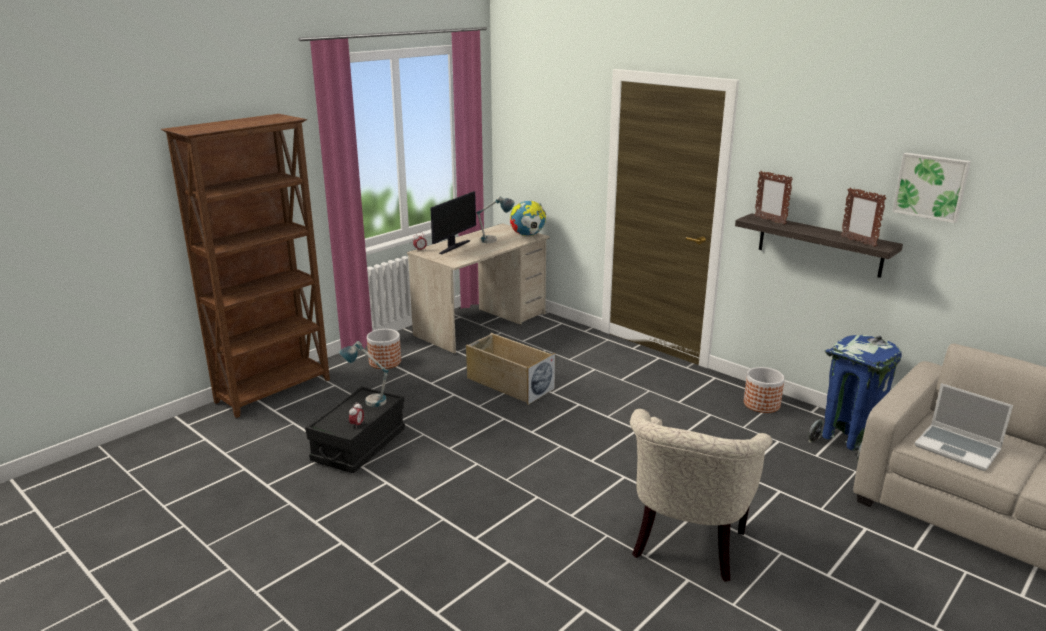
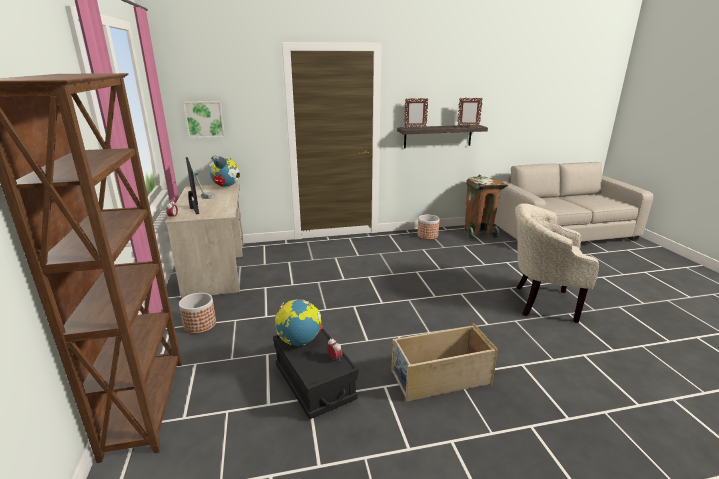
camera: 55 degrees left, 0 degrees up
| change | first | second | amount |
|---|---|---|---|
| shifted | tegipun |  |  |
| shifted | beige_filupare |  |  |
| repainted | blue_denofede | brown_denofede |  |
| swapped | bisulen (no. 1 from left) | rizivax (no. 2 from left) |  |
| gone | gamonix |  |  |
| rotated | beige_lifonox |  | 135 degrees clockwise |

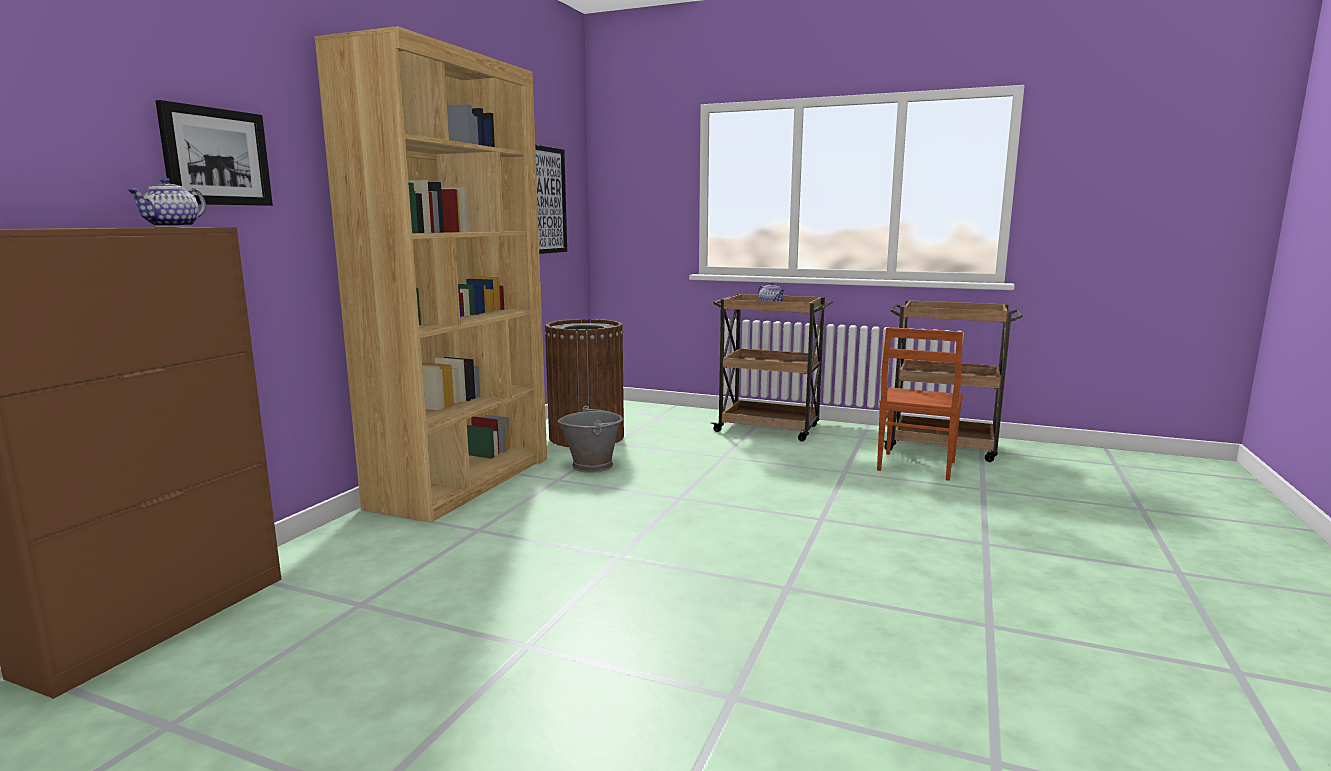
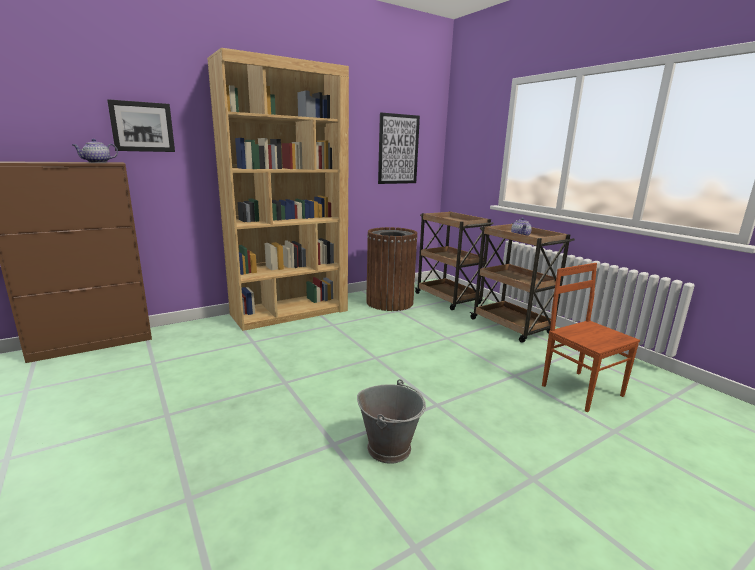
camera: 35 degrees right, 5 degrees up
| change | first | second | amount |
|---|---|---|---|
| shifted | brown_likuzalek (no. 2 from left in the first image) | brown_likuzalek (no. 1 from left) |  |
| rotated | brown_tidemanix |  | 90 degrees clockwise |
| shifted | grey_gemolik |  |  |

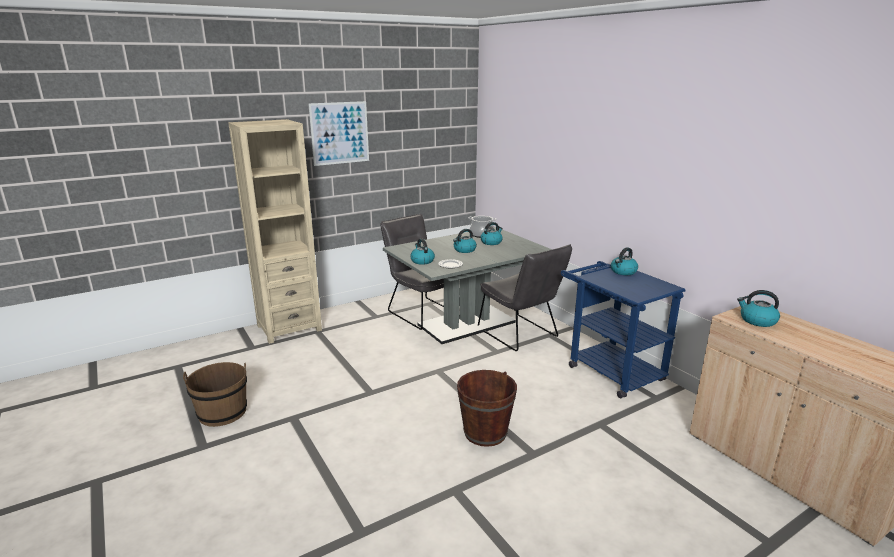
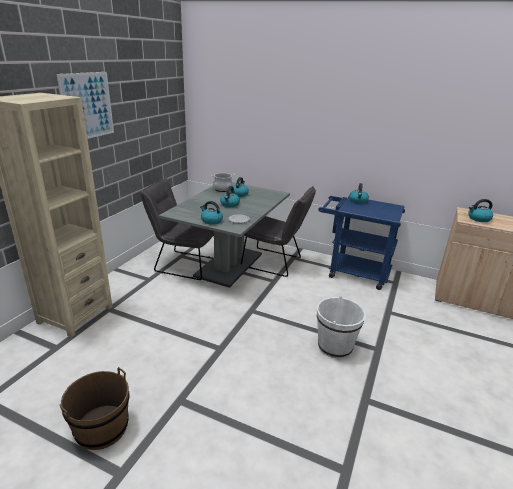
camera: 35 degrees left, 5 degrees up
| change | first | second | amount |
|---|---|---|---|
| repainted | brown_gemolik (no. 2 from left) | white_gemolik |  |

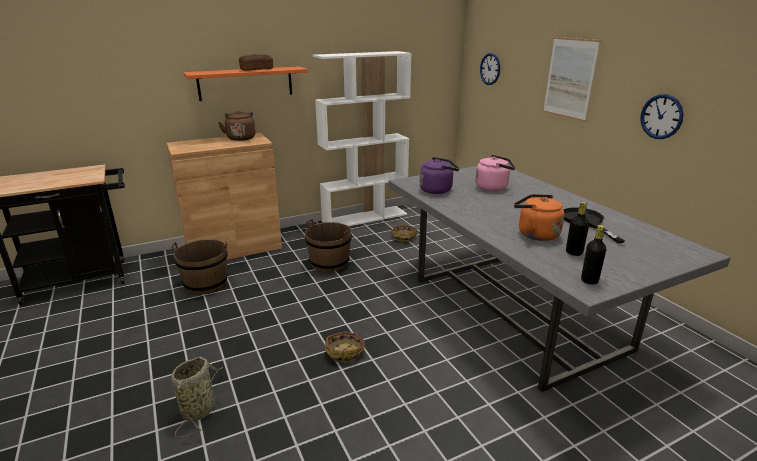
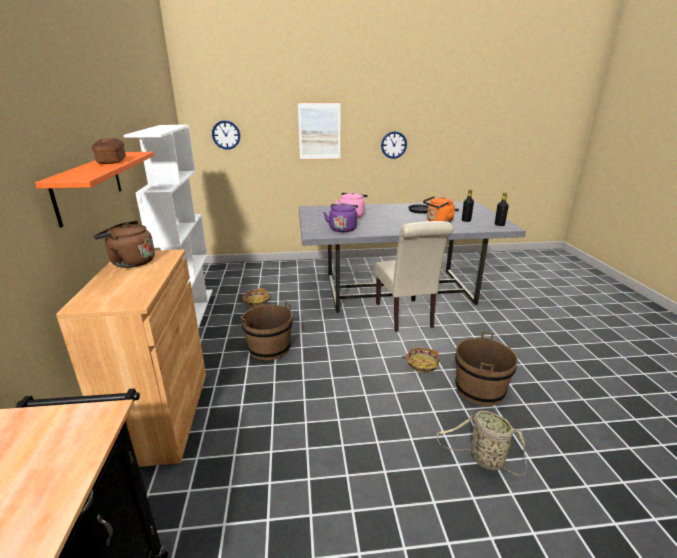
camera: 70 degrees left, 0 degrees up
| change | first | second | amount |
|---|---|---|---|
| shifted | brown_gemolik (no. 1 from left in the first image) | brown_gemolik (no. 2 from left) |  |
| new |  | beige_tidemanix |  |

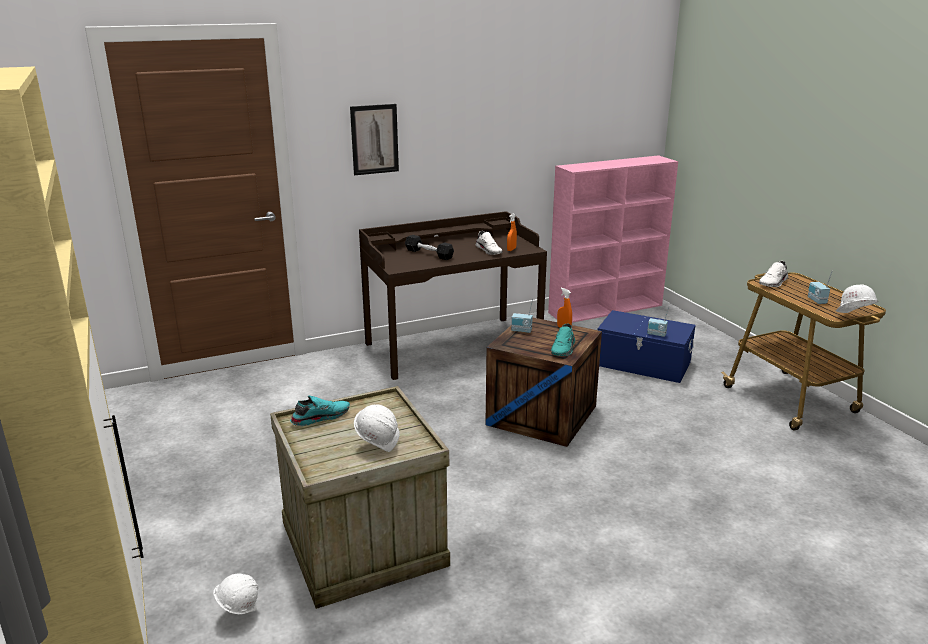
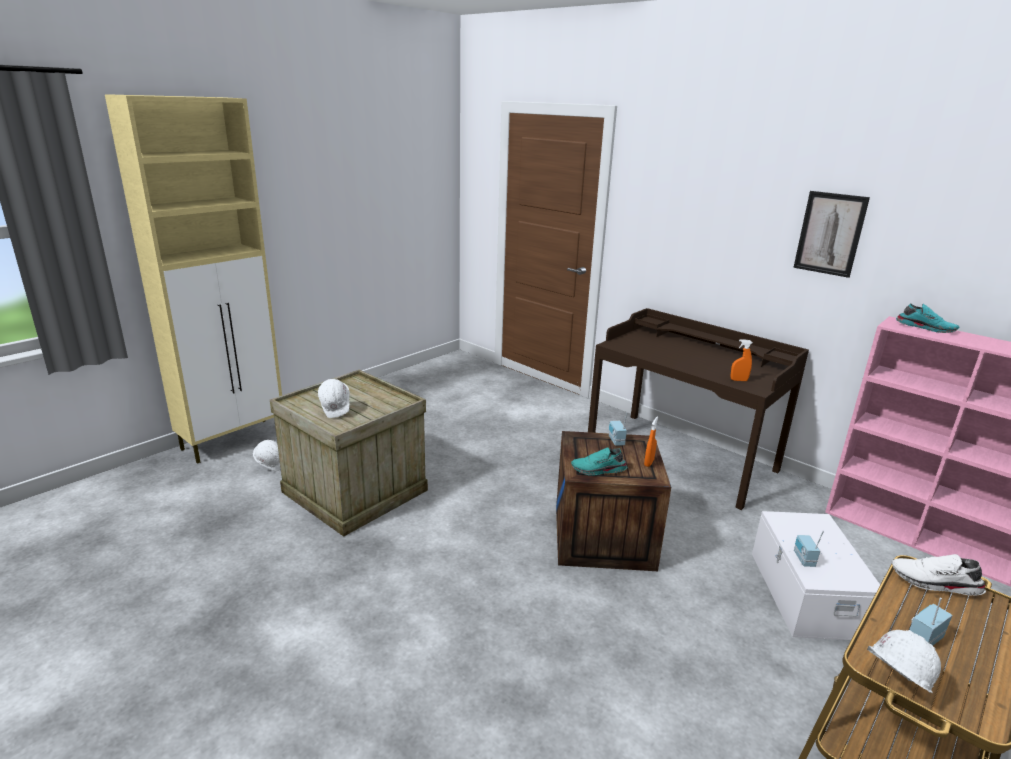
camera: 65 degrees right, 0 degrees up
| change | first | second | amount |
|---|---|---|---|
| shifted | tegipun |  |  |
| gone | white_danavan (no. 1 from left) |  |  |
| gone | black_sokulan |  |  |
| repainted | blue_filupare | white_filupare |  |
| shifted | turquoise_danavan (no. 1 from left in the first image) | turquoise_danavan (no. 2 from left) |  |

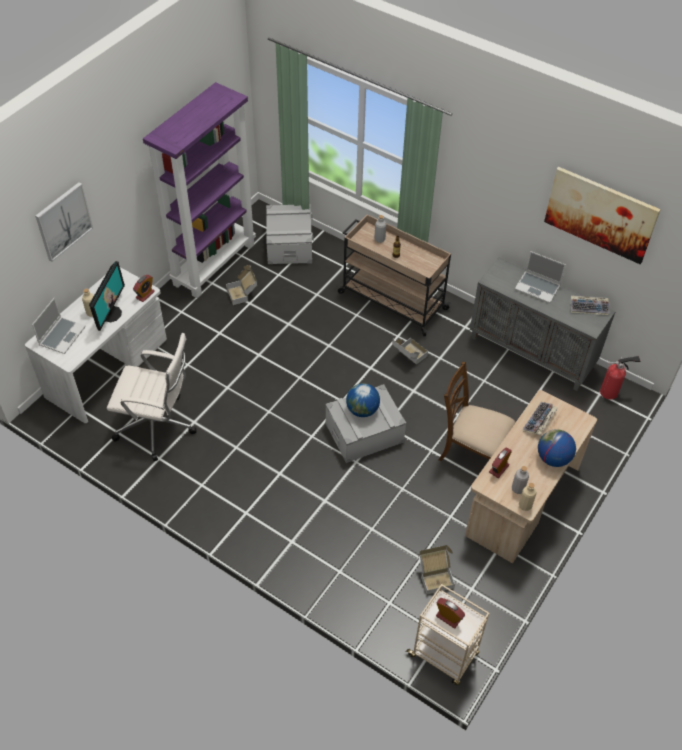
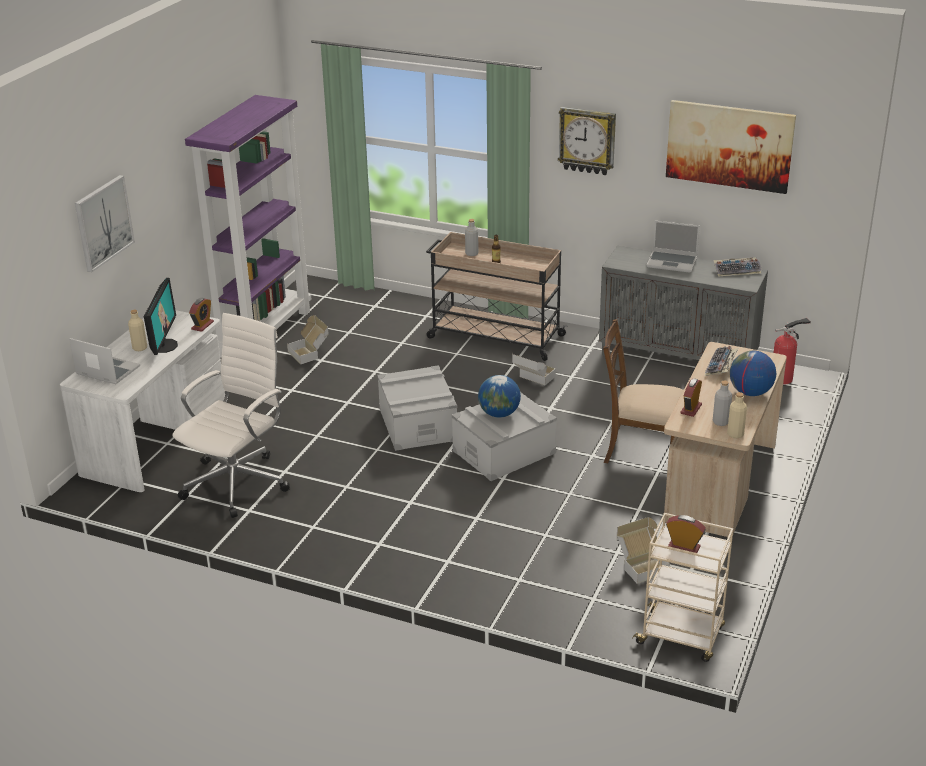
camera: 10 degrees left, 20 degrees down
| change | first | second | amount |
|---|---|---|---|
| shifted | grey_filupare (no. 1 from left) |  |  |
| rotated | gamonix (no. 1 from left) |  | 75 degrees counterclockwise |
| rotated | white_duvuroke |  | 60 degrees counterclockwise |
| new |  | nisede |  |

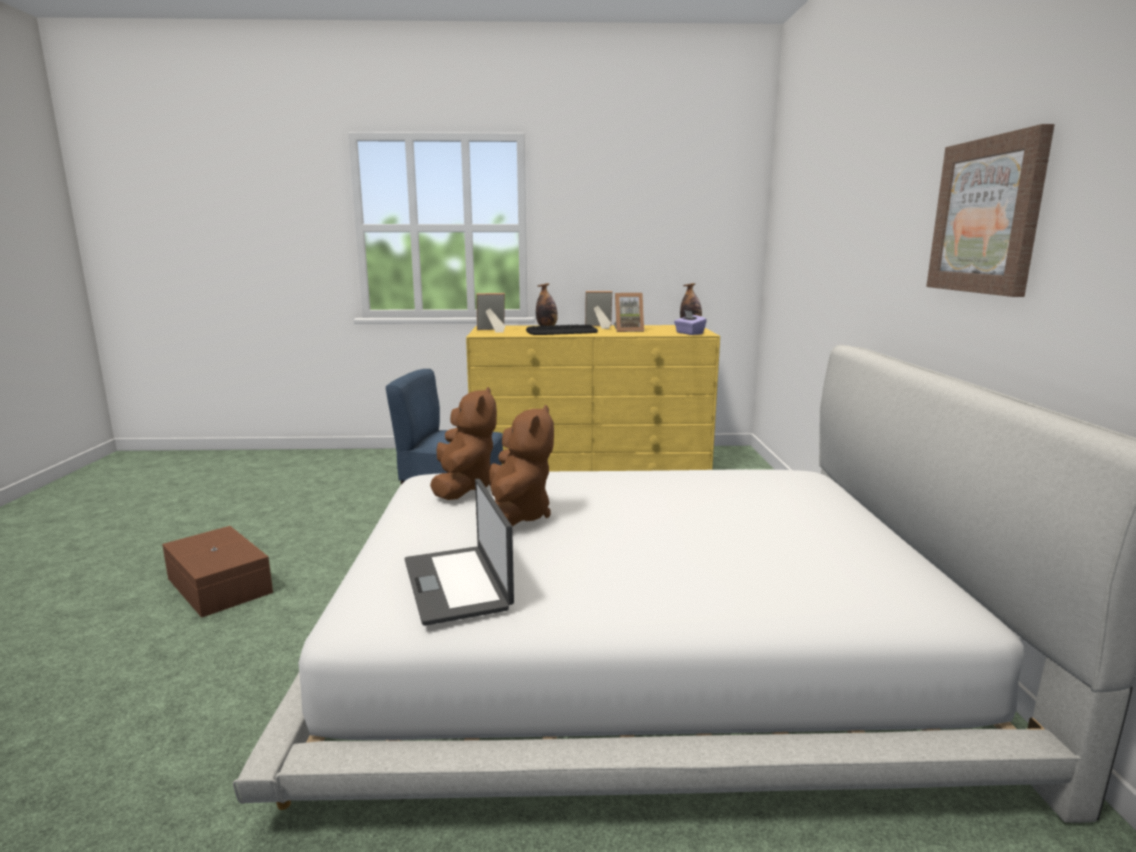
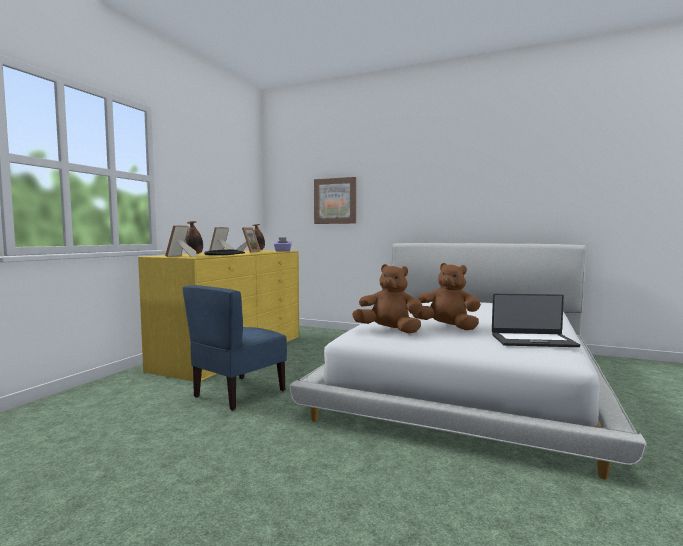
camera: 65 degrees left, 10 degrees down
| change | first | second | amount |
|---|---|---|---|
| shifted | tegipun |  |  |
| gone | brown_filupare |  |  |

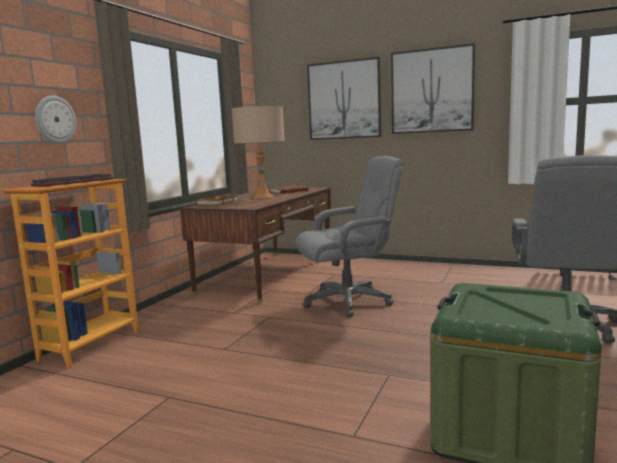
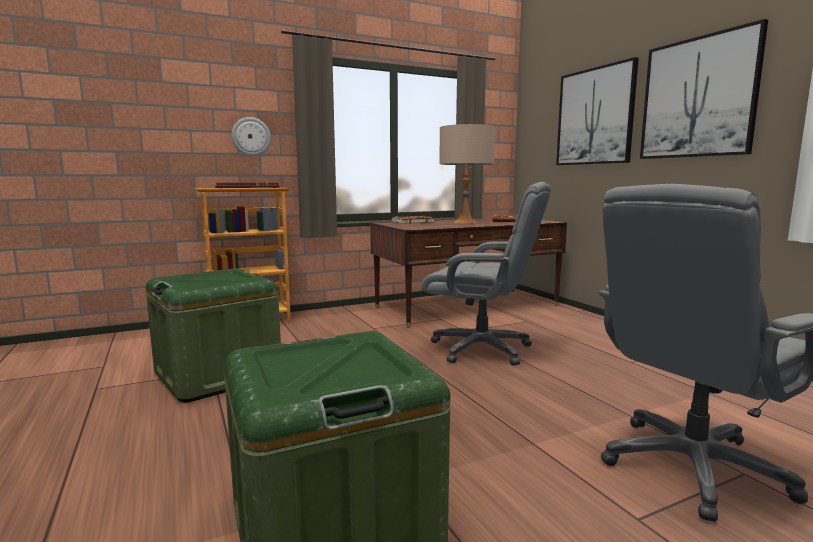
camera: 40 degrees right, 0 degrees up
| change | first | second | amount |
|---|---|---|---|
| new |  | green_filupare (no. 1 from left) |  |

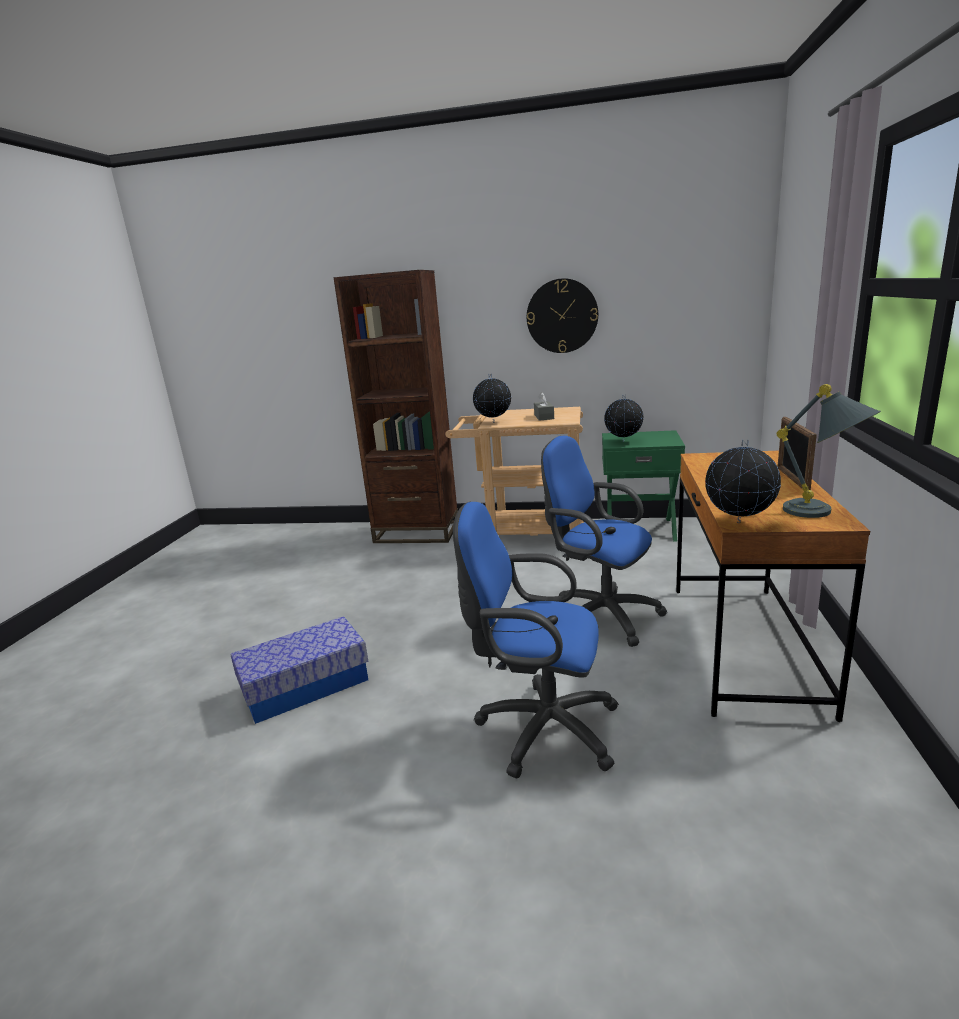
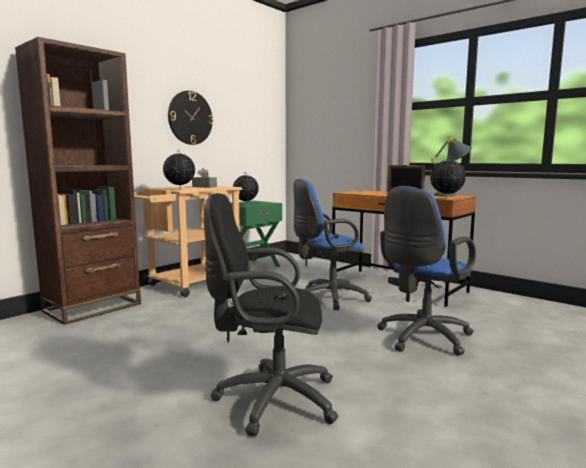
camera: 60 degrees left, 10 degrees down
| change | first | second | amount |
|---|---|---|---|
| swapped | filupare | black_duvuroke |  |

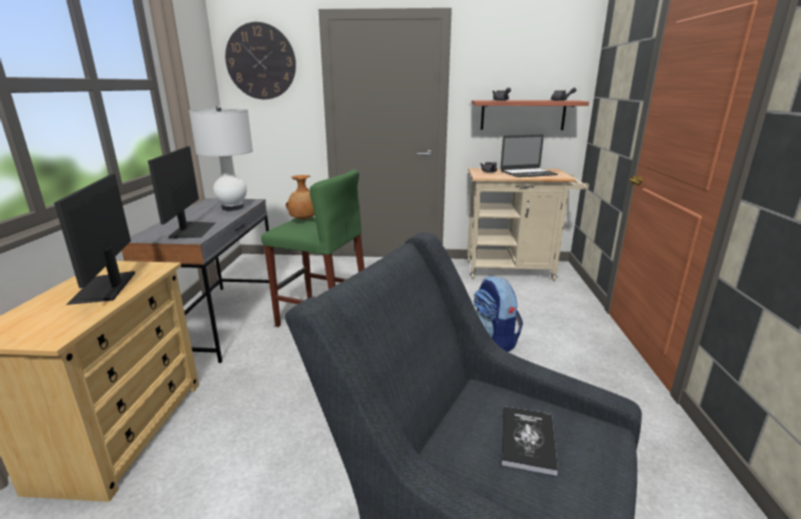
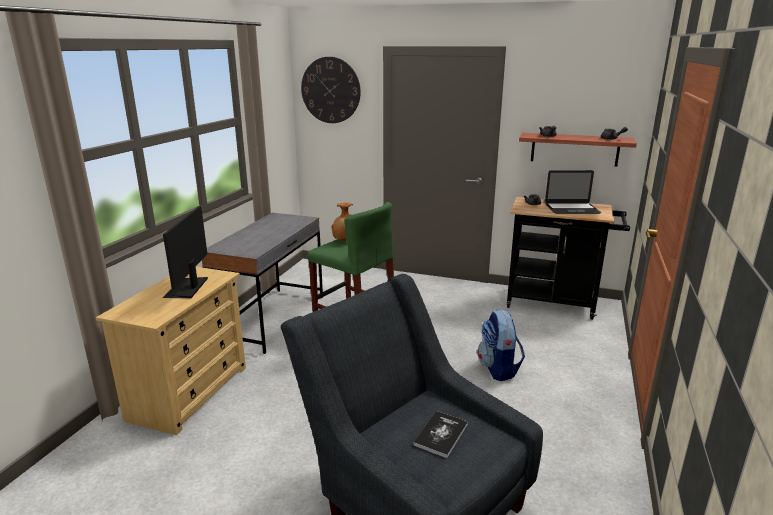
camera: 15 degrees right, 0 degrees up
| change | first | second | amount |
|---|---|---|---|
| gone | white_bisulen |  |  |
| gone | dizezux (no. 2 from left) |  |  |
| repainted | beige_likuzalek | black_likuzalek |  |

